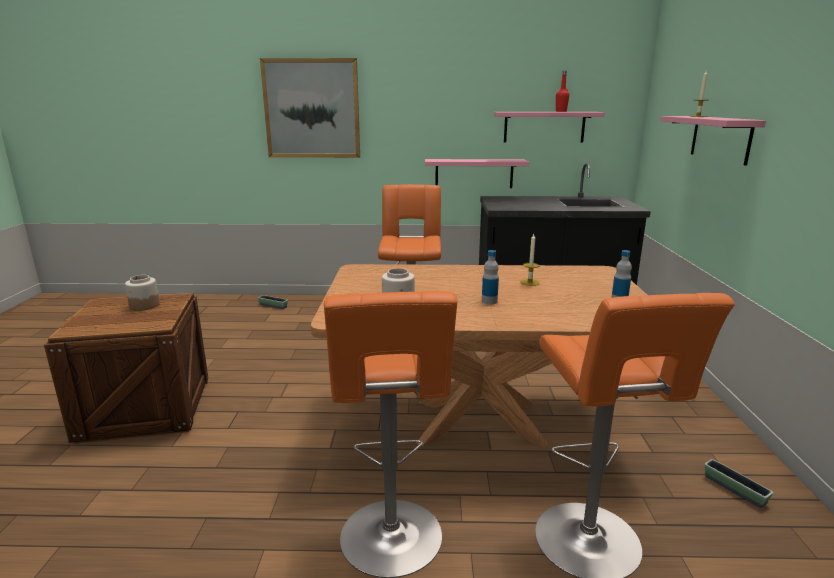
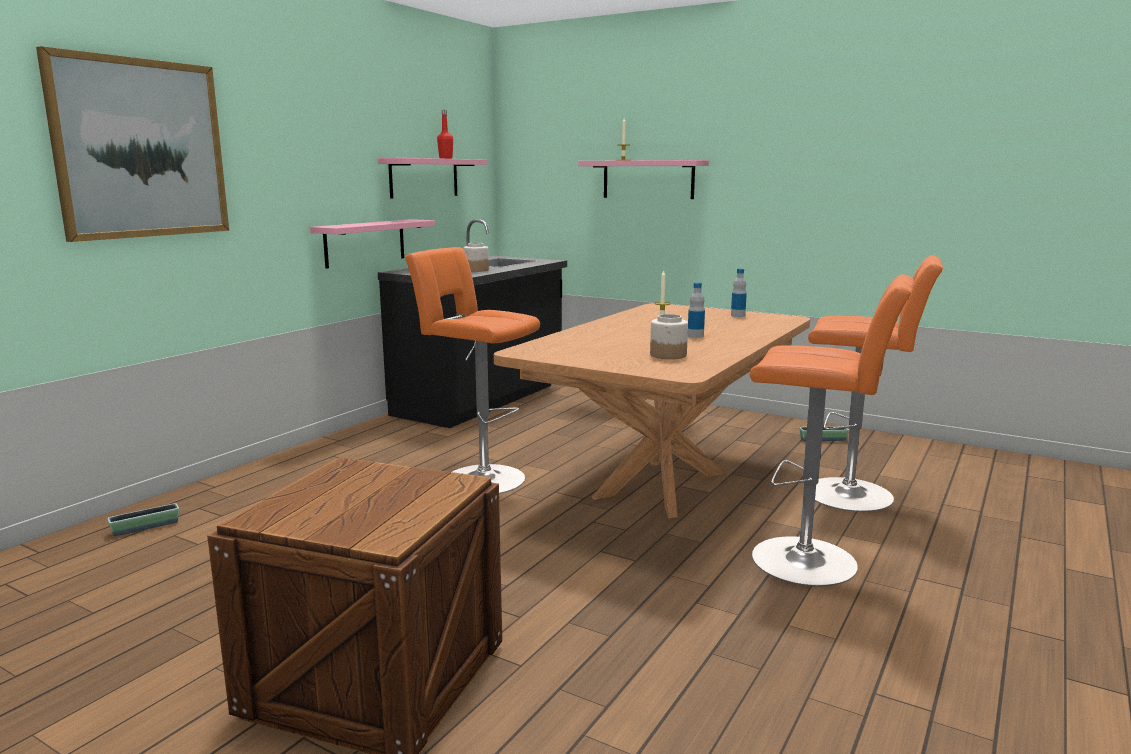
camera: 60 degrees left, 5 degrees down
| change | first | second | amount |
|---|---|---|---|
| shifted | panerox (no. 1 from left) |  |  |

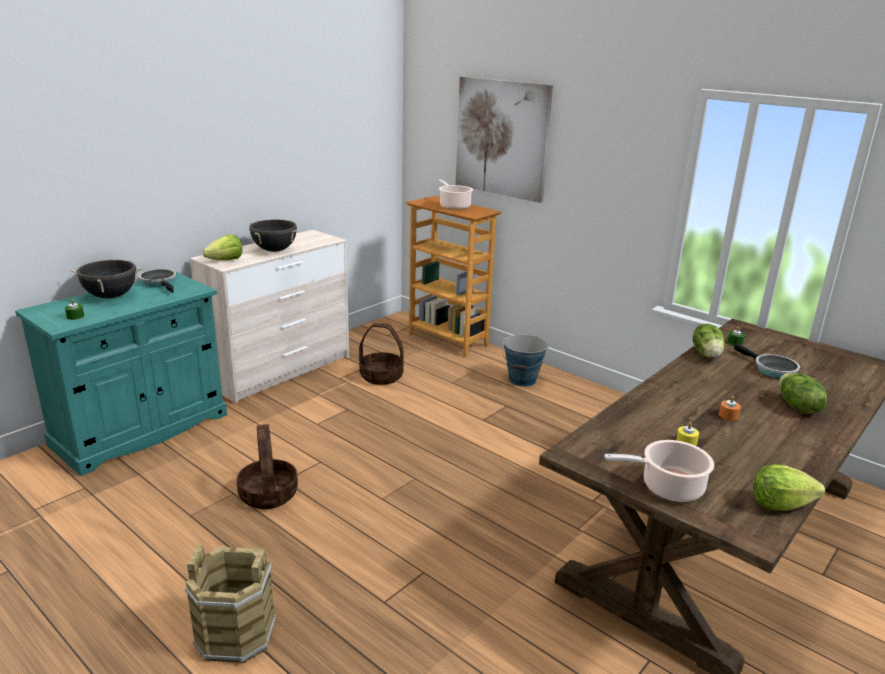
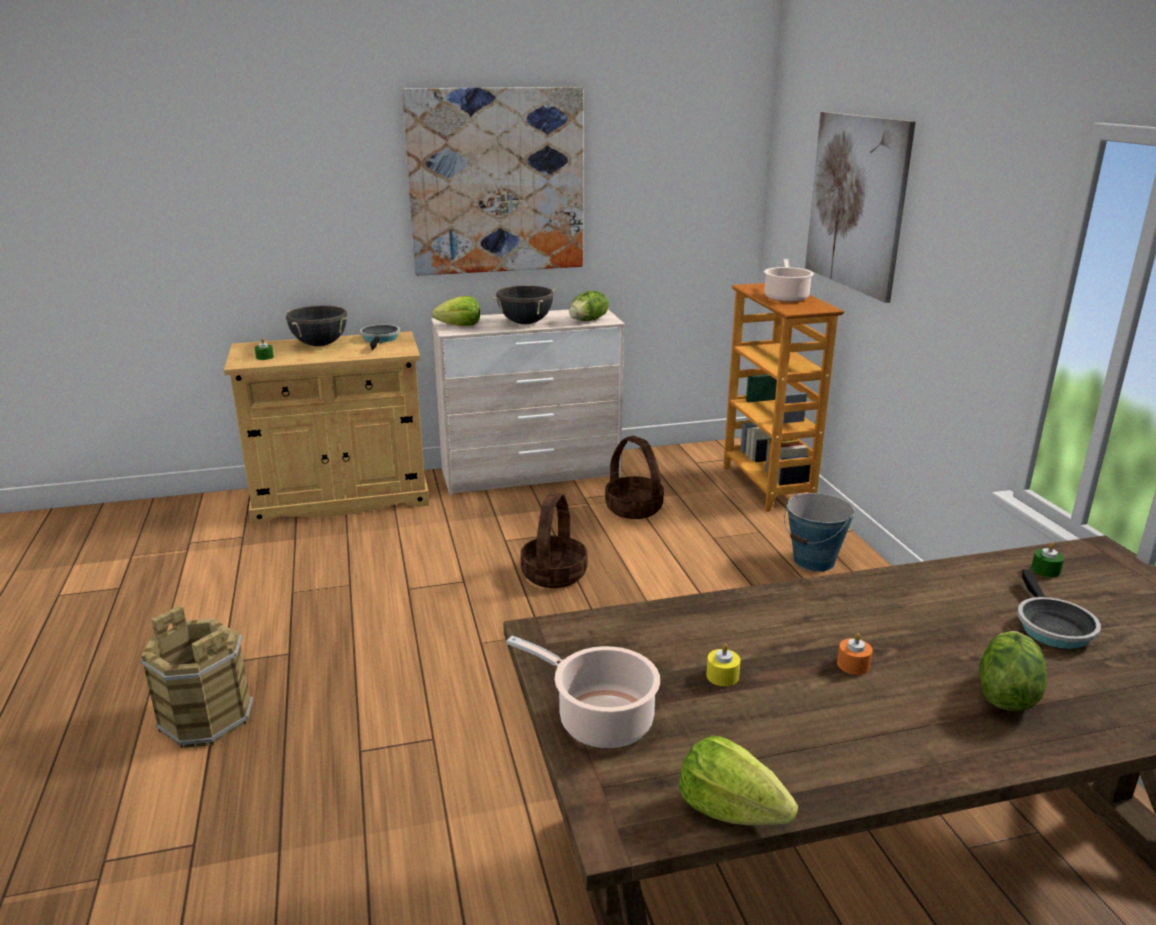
camera: 35 degrees right, 0 degrees up
| change | first | second | amount |
|---|---|---|---|
| repainted | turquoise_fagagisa | beige_fagagisa |  |
| shifted | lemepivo (no. 2 from left) |  |  |
| shifted | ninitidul (no. 1 from left) |  |  |
| new |  | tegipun (no. 1 from left) |  |

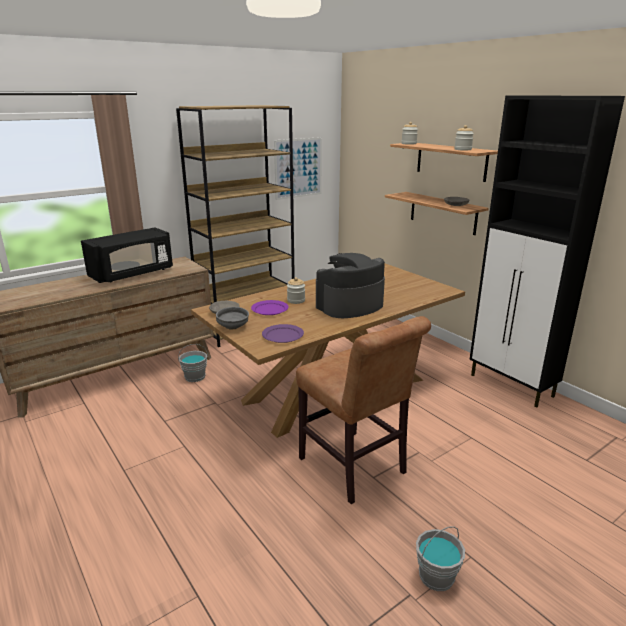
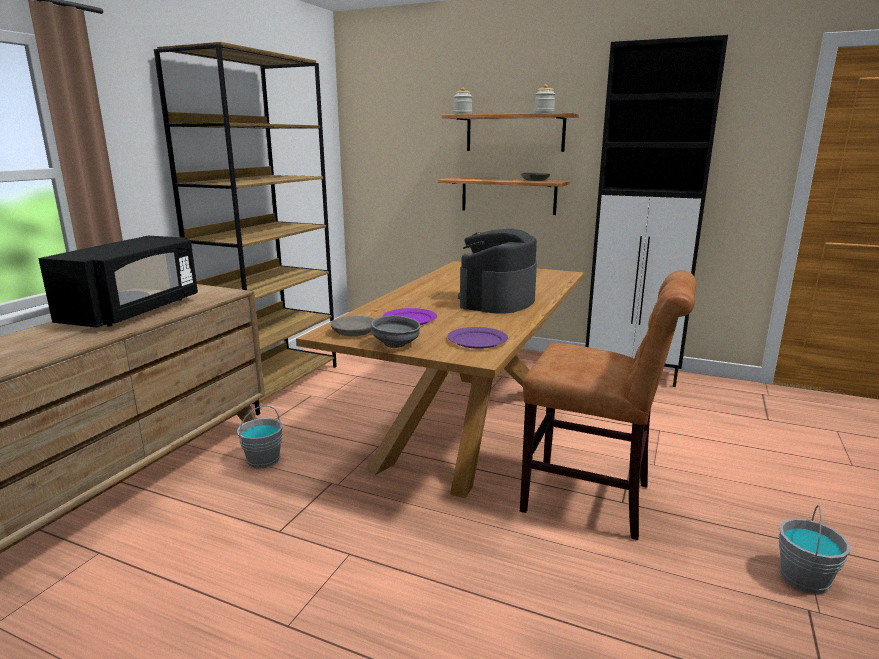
camera: 30 degrees left, 5 degrees down
| change | first | second | amount |
|---|---|---|---|
| gone | tegipun |  |  |
| gone | panerox (no. 1 from left) |  |  |

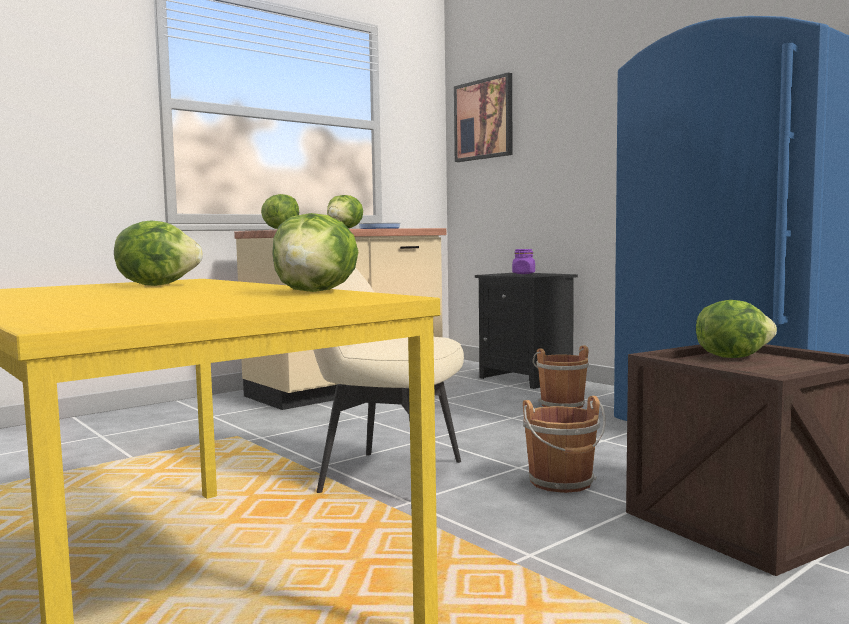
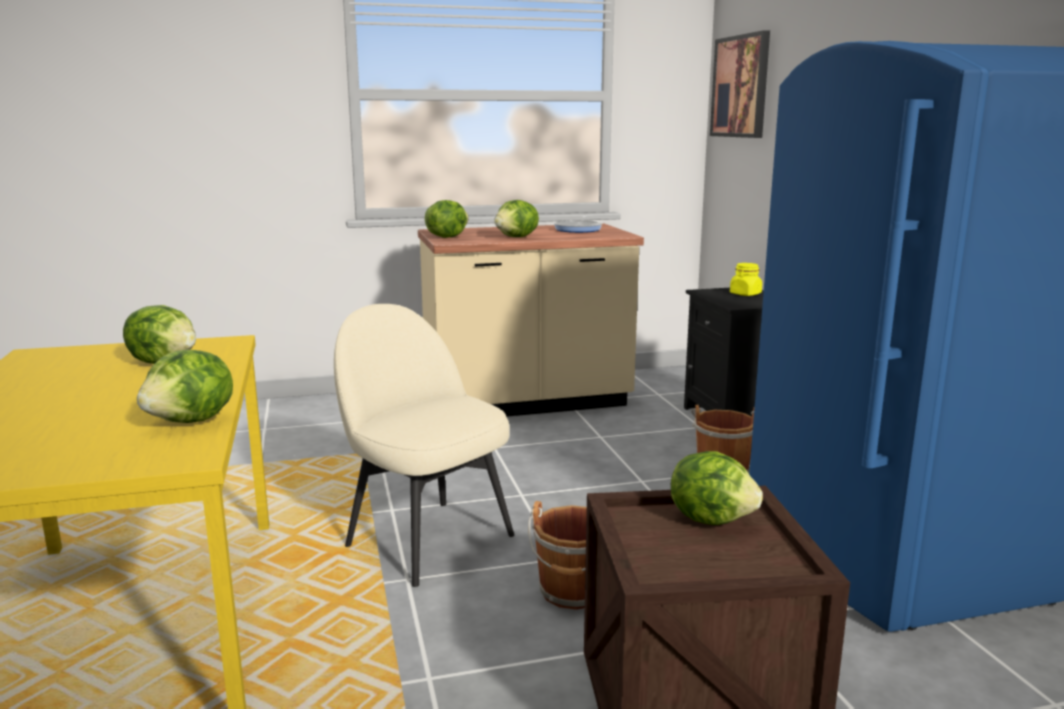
camera: 25 degrees right, 10 degrees up
| change | first | second | amount |
|---|---|---|---|
| repainted | purple_panerox | yellow_panerox |  |

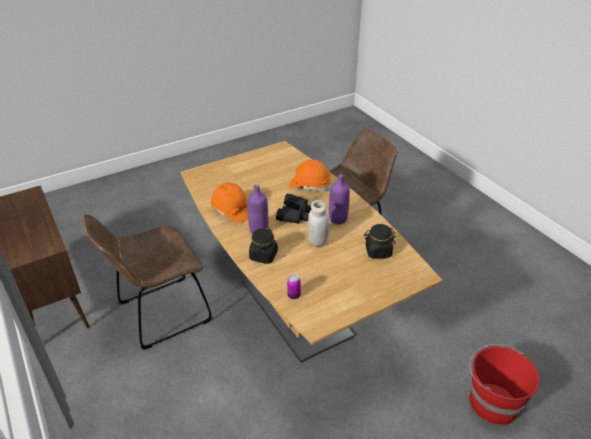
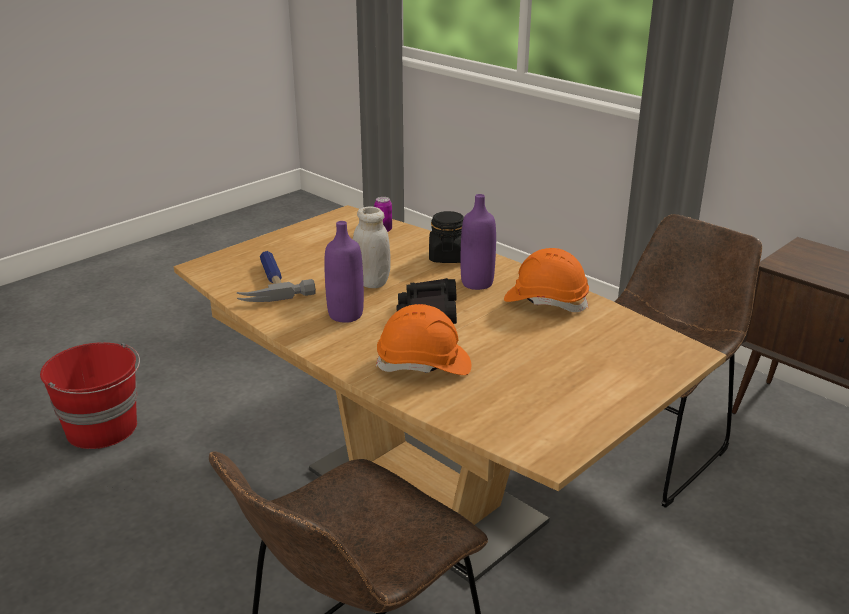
camera: 165 degrees right, 10 degrees down
| change | first | second | amount |
|---|---|---|---|
| swapped | black_panerox (no. 2 from left) | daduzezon |  |

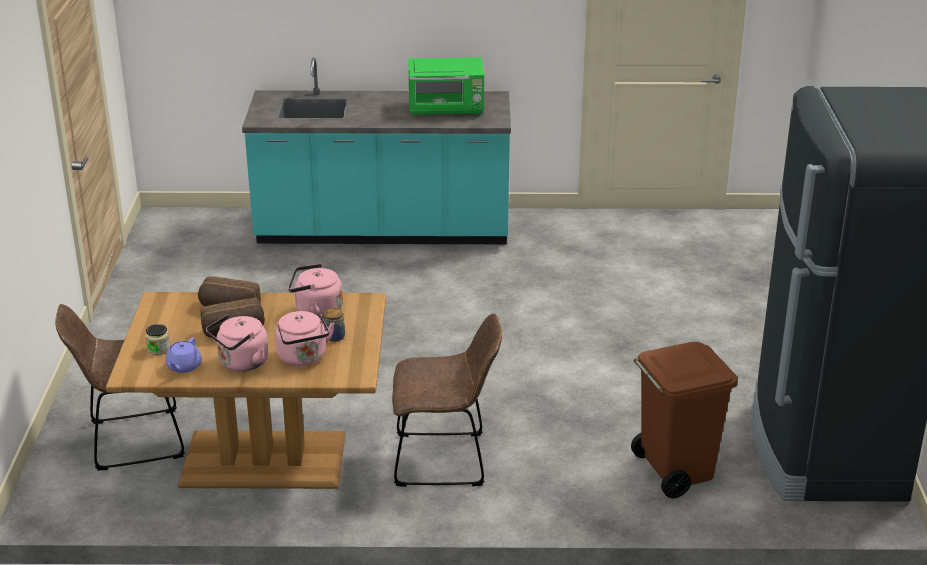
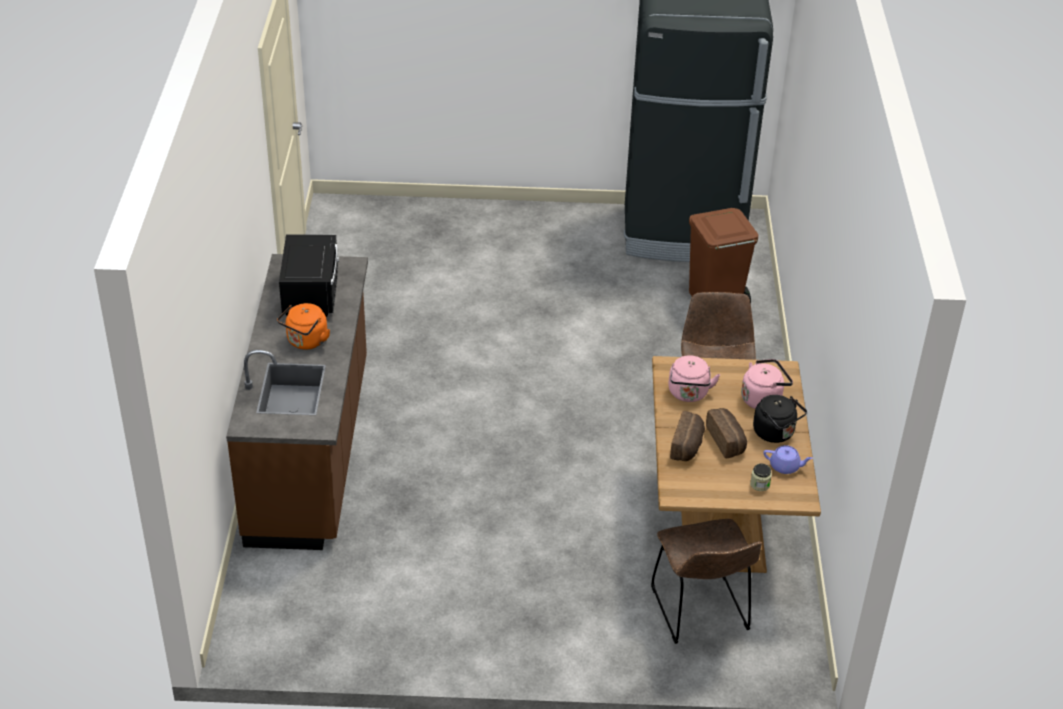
camera: 90 degrees left, 10 degrees up
| change | first | second | amount |
|---|---|---|---|
| repainted | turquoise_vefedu | brown_vefedu |  |
| repainted | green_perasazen | black_perasazen |  |
| gone | panerox (no. 2 from left) |  |  |
| repainted | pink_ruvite (no. 1 from left) | black_ruvite |  |
| new |  | orange_ruvite |  |

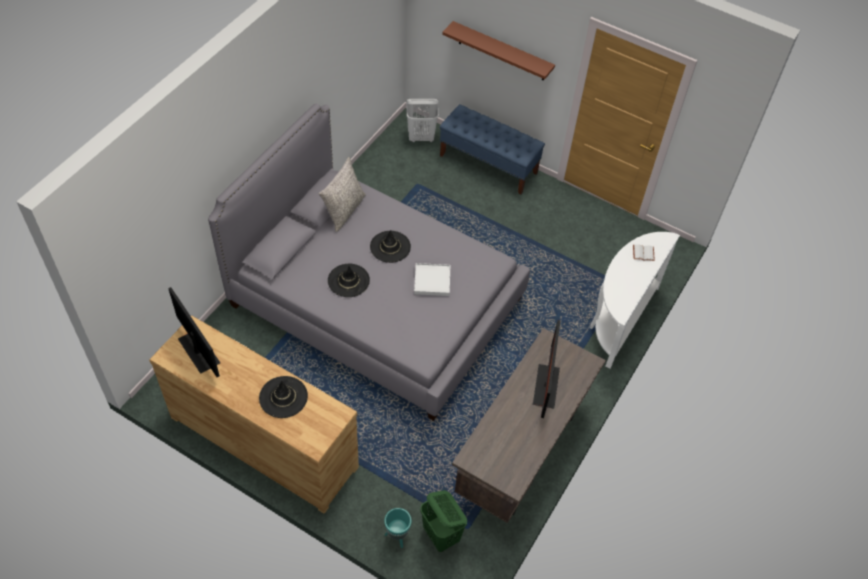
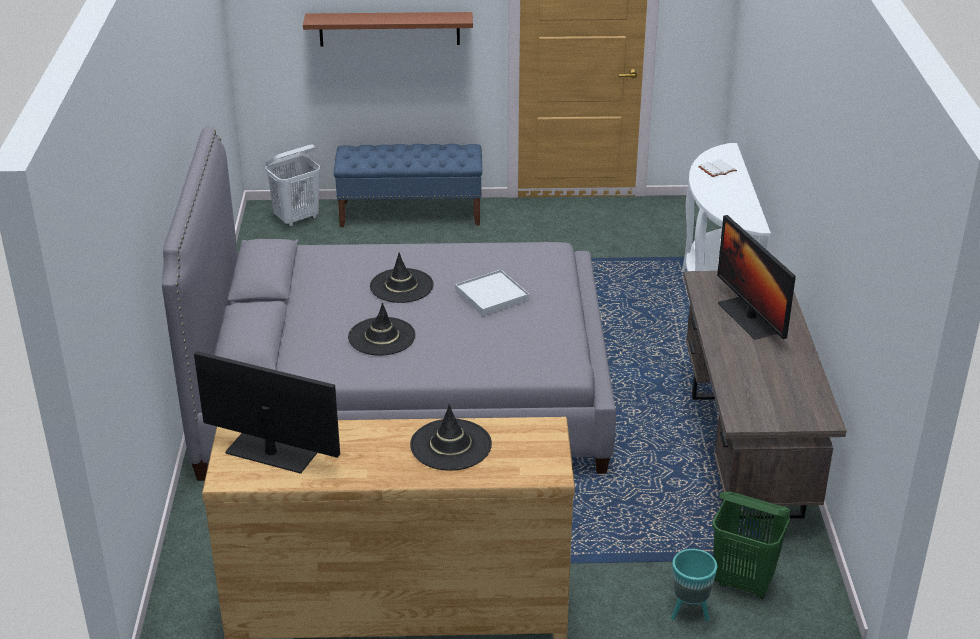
camera: 30 degrees left, 20 degrees down
| change | first | second | amount |
|---|---|---|---|
| gone | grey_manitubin |  |  |

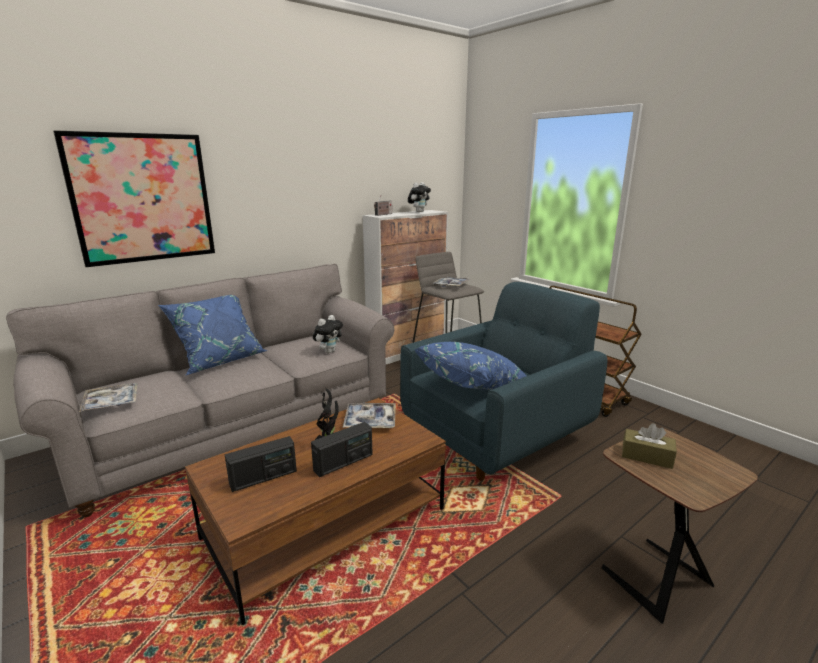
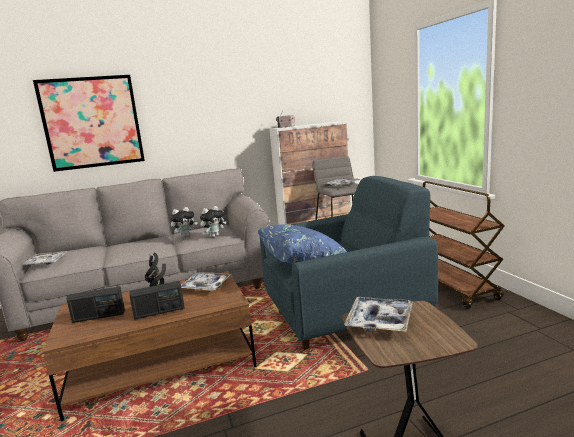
camera: 20 degrees right, 5 degrees down
| change | first | second | amount |
|---|---|---|---|
| shifted | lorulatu (no. 2 from left in the first image) | lorulatu (no. 1 from left) |  |
| gone | blue_manitubin (no. 1 from left) |  |  |
| swapped | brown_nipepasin | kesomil (no. 4 from left) |  |

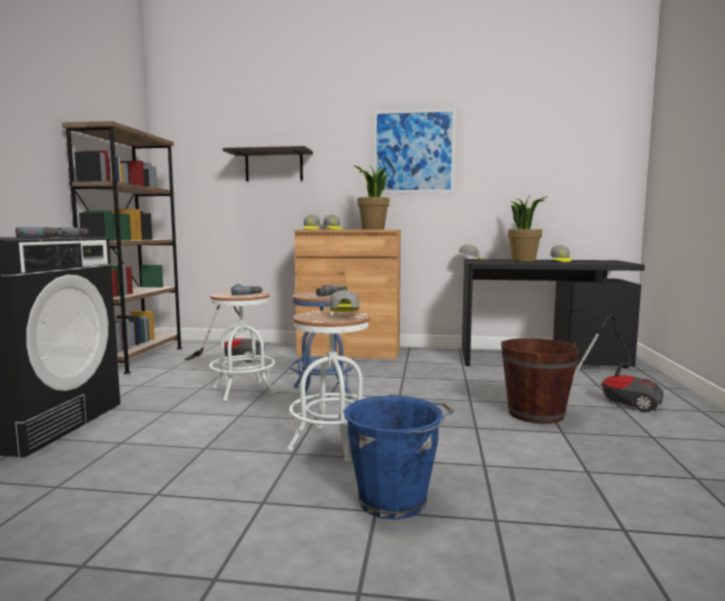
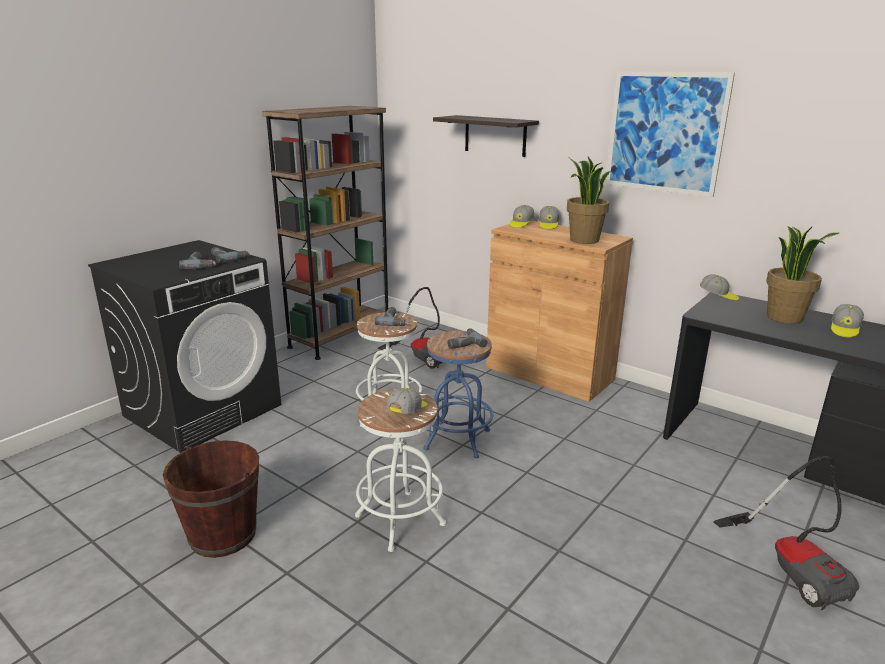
camera: 30 degrees right, 15 degrees up
| change | first | second | amount |
|---|---|---|---|
| shifted | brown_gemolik |  |  |
| gone | blue_gemolik |  |  |

